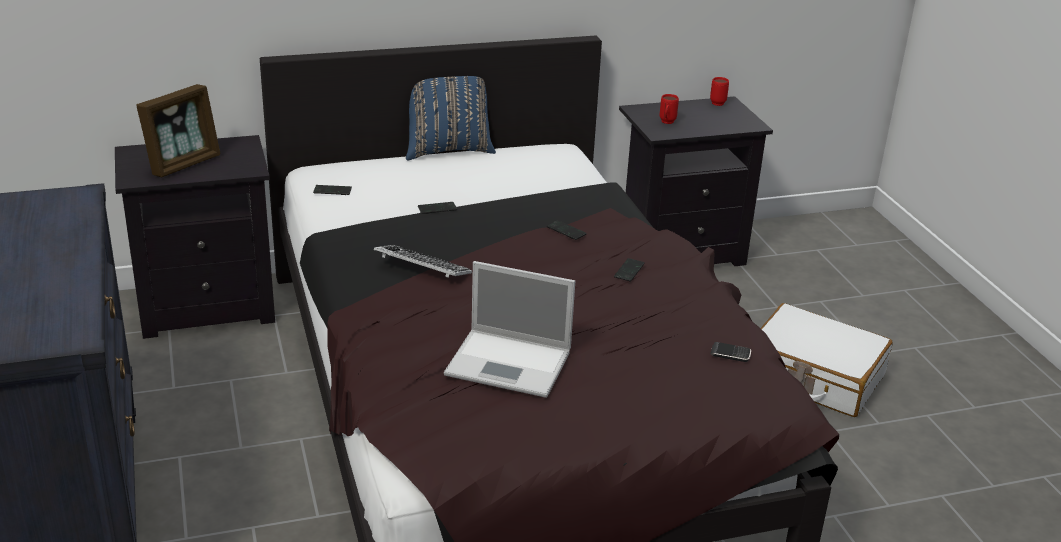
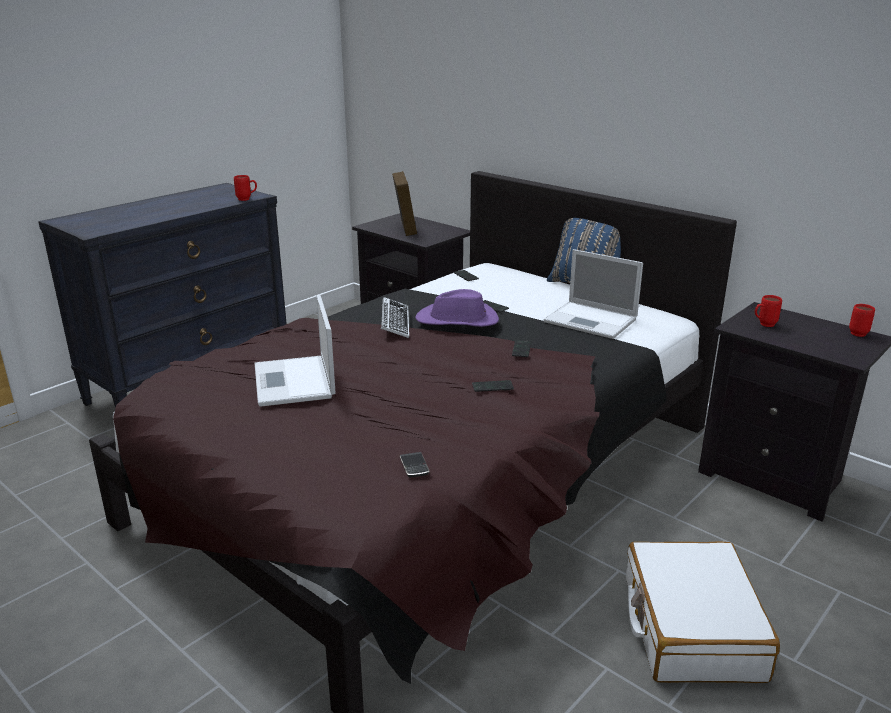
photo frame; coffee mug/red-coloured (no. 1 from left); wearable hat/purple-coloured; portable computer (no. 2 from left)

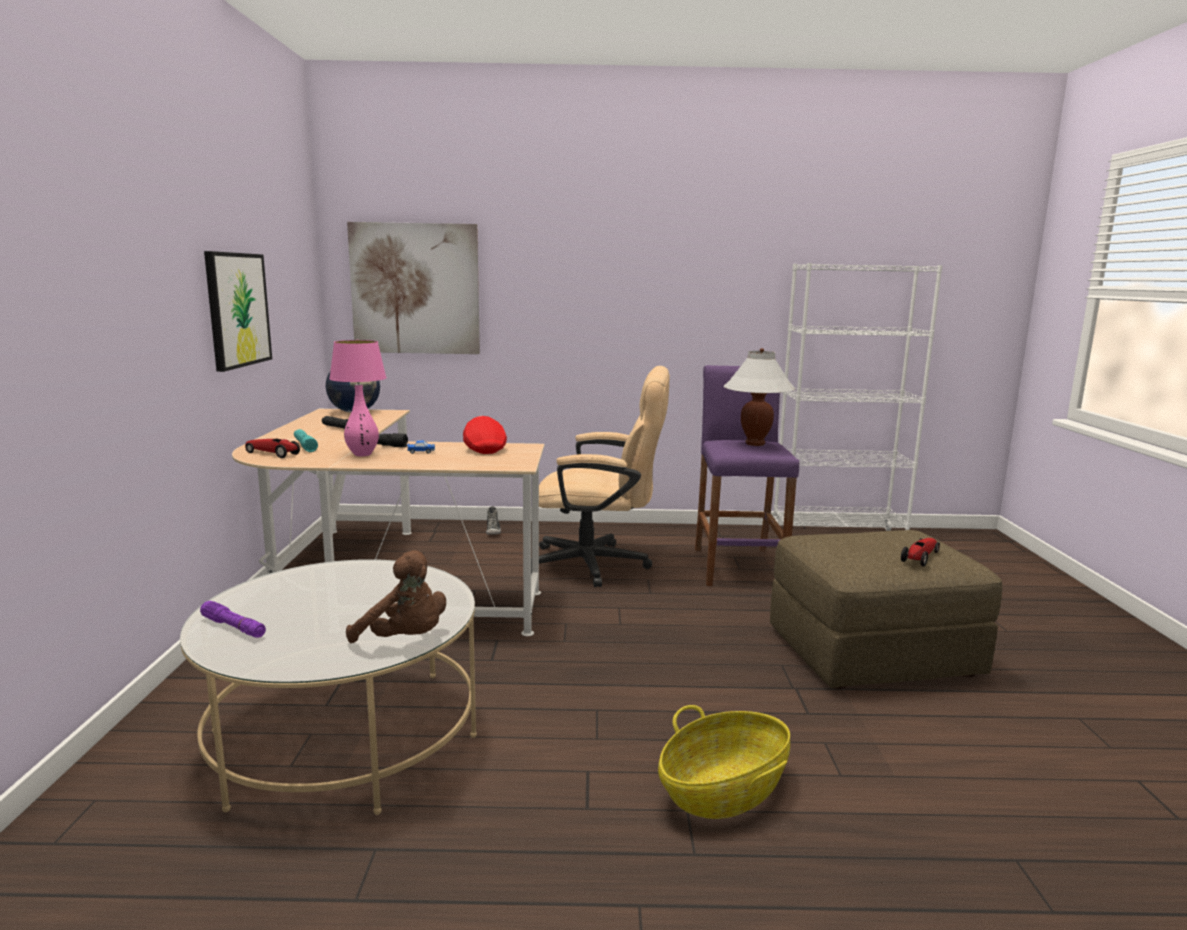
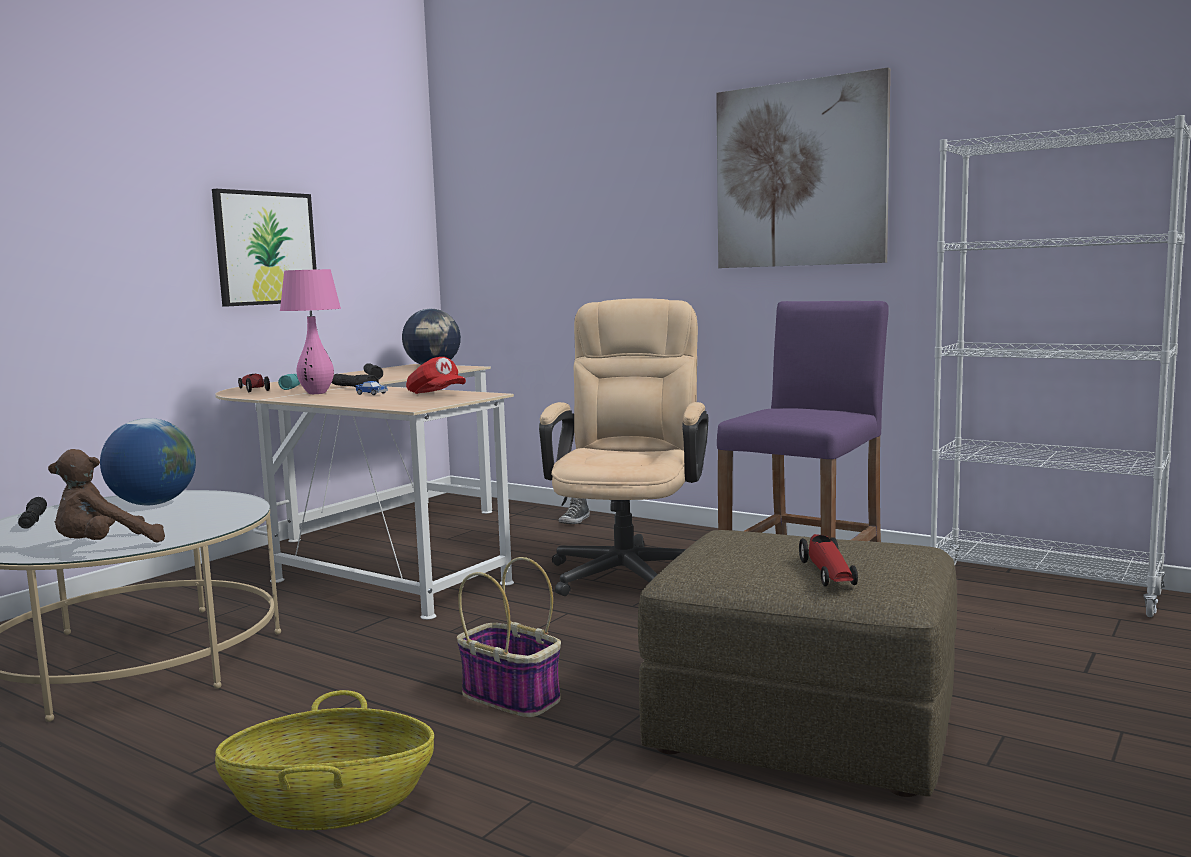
flashlight/black (no. 1 from left); plush toy/brown; picture (no. 2 from left); peaked cap/red-coloured; office chair/beige-coloured; table lamp/white; toy car (no. 3 from left); globe (no. 1 from left); basket (no. 2 from left)

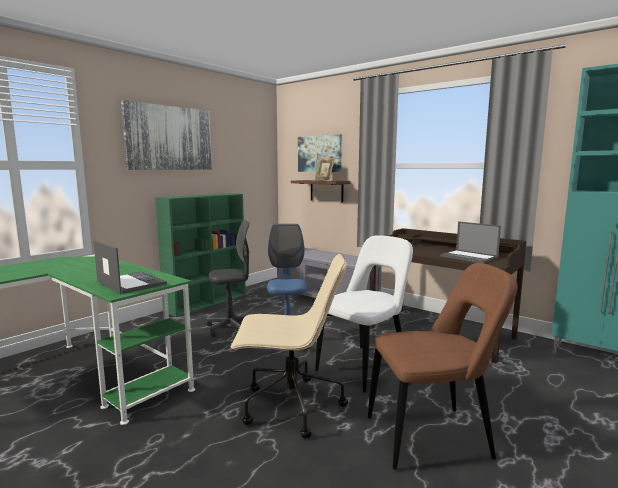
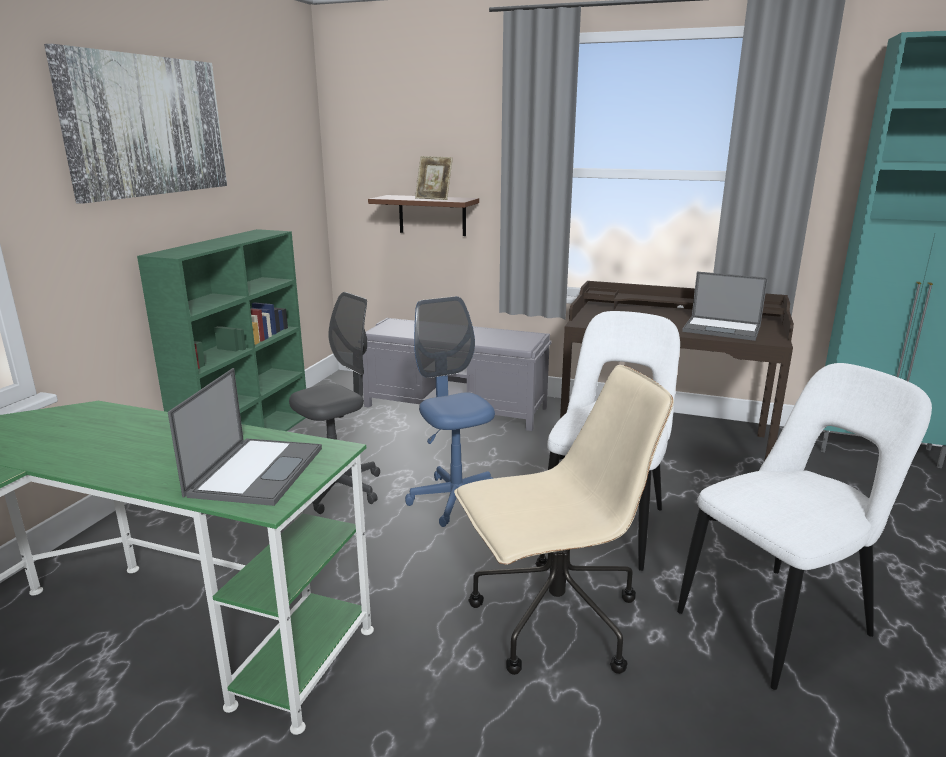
portable computer (no. 1 from left); picture (no. 2 from left in the first image); chair/white (no. 2 from left)

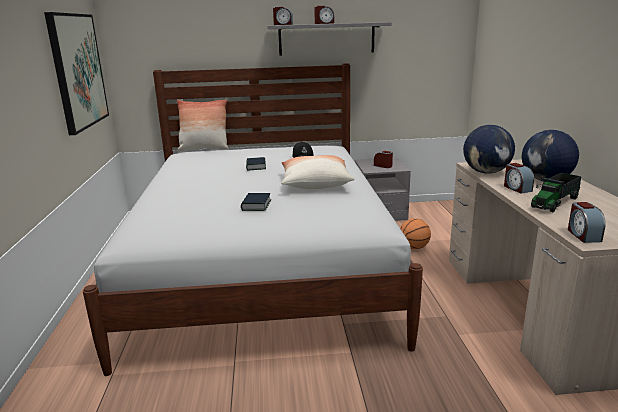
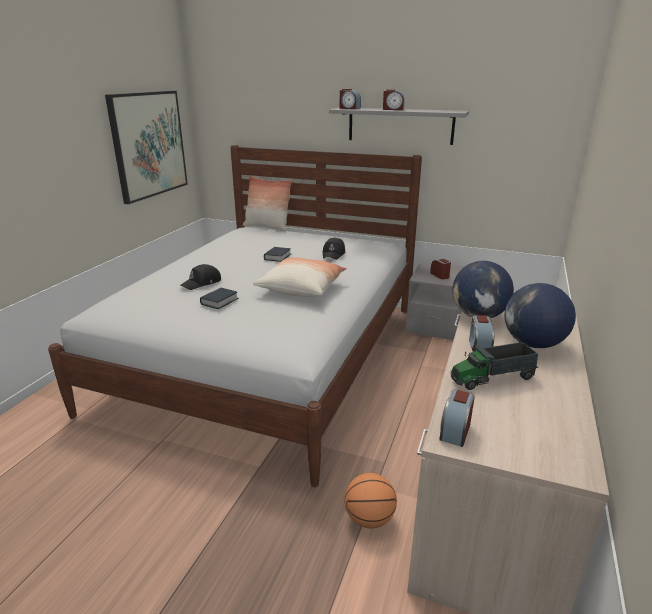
basketball; peaked cap/black (no. 1 from left)

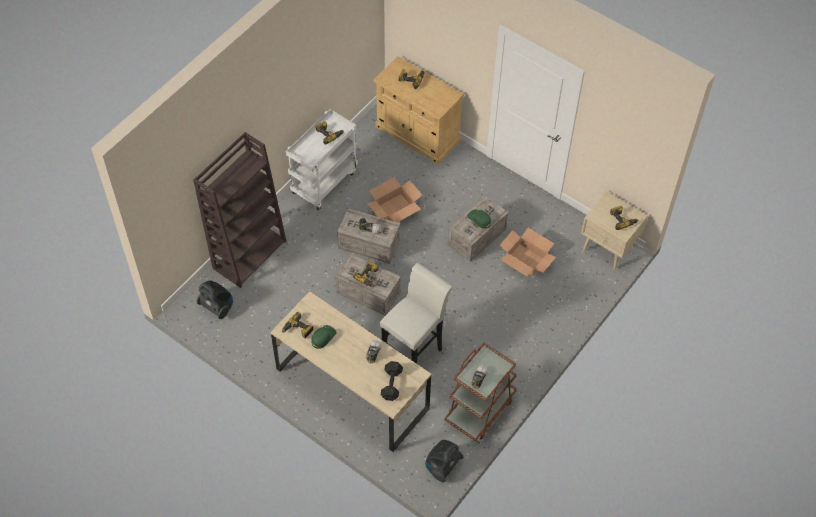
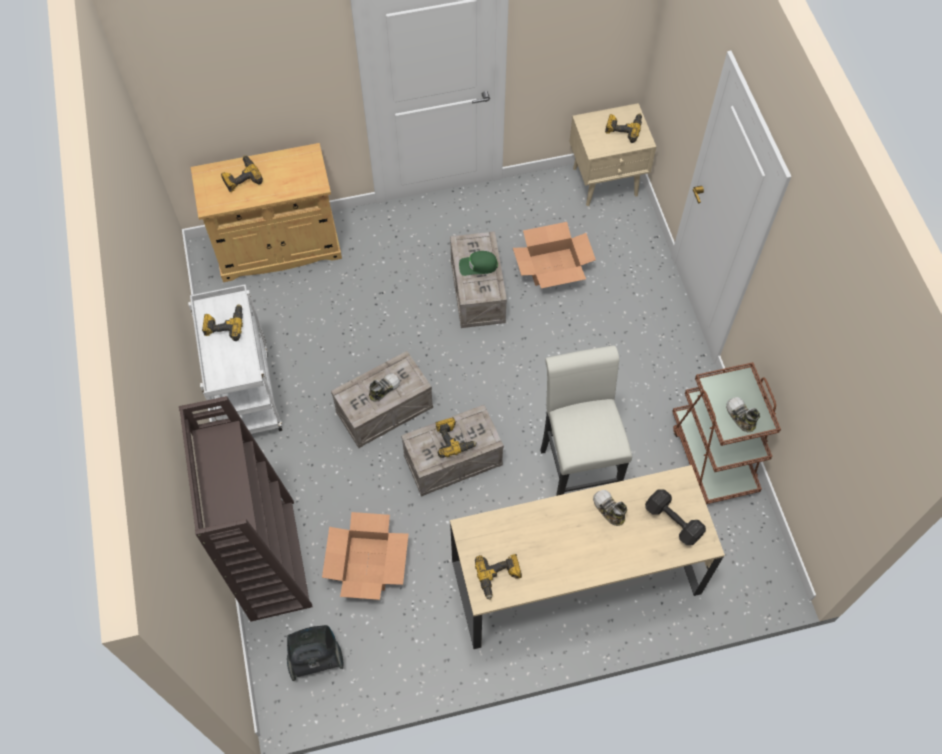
peaked cap/greenish (no. 1 from left in the first image); packing box (no. 1 from left); vacuum (no. 2 from left in the first image)

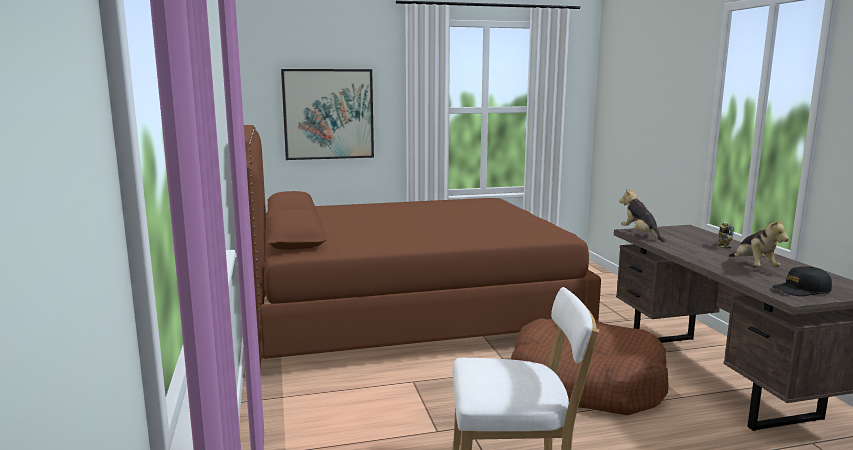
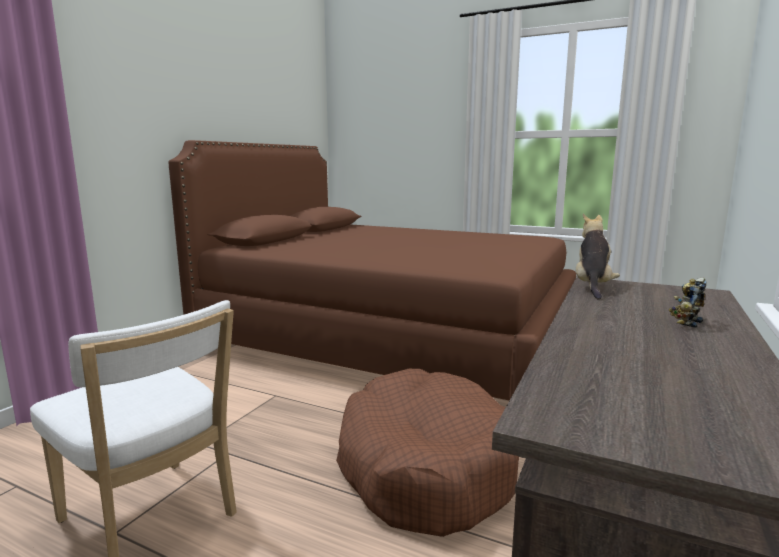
picture; plush toy (no. 2 from left in the first image); peaked cap/black

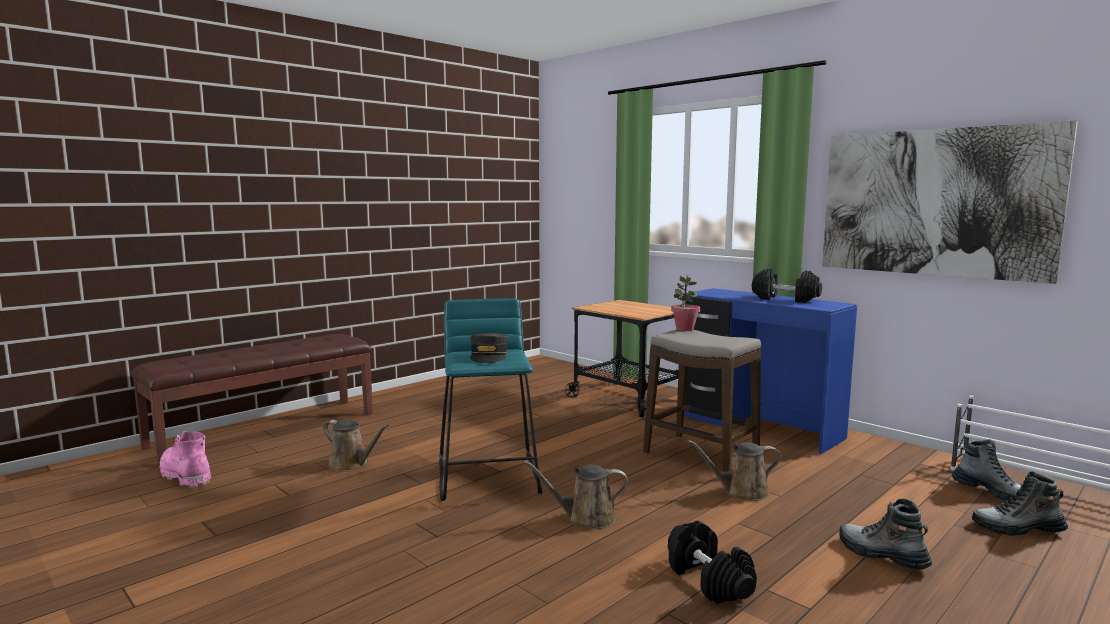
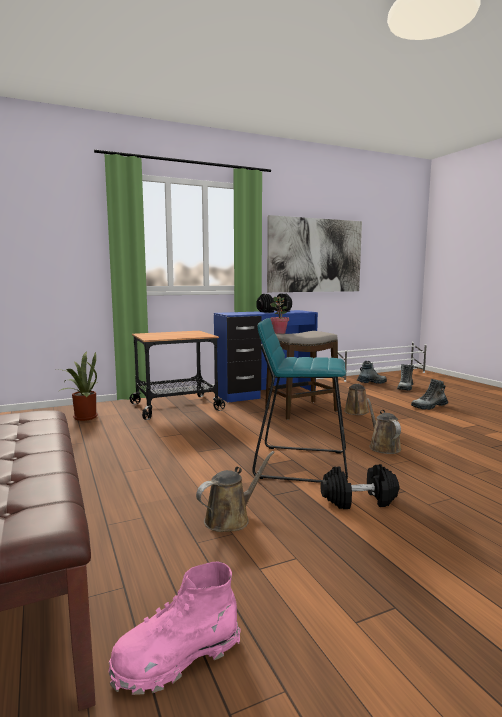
peaked cap/greyish; sprinkling can/brown (no. 3 from left); hand weight/black (no. 2 from left); potted plant (no. 1 from left)

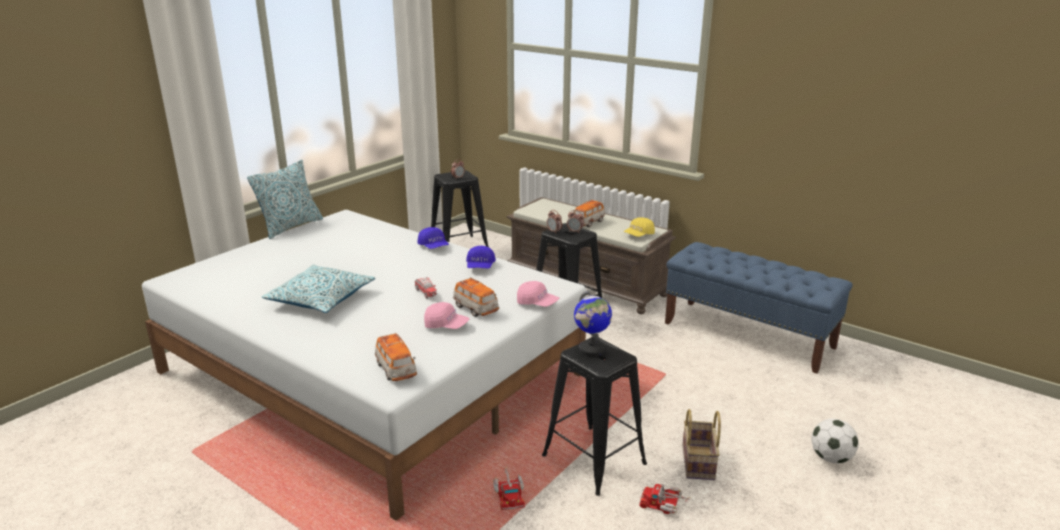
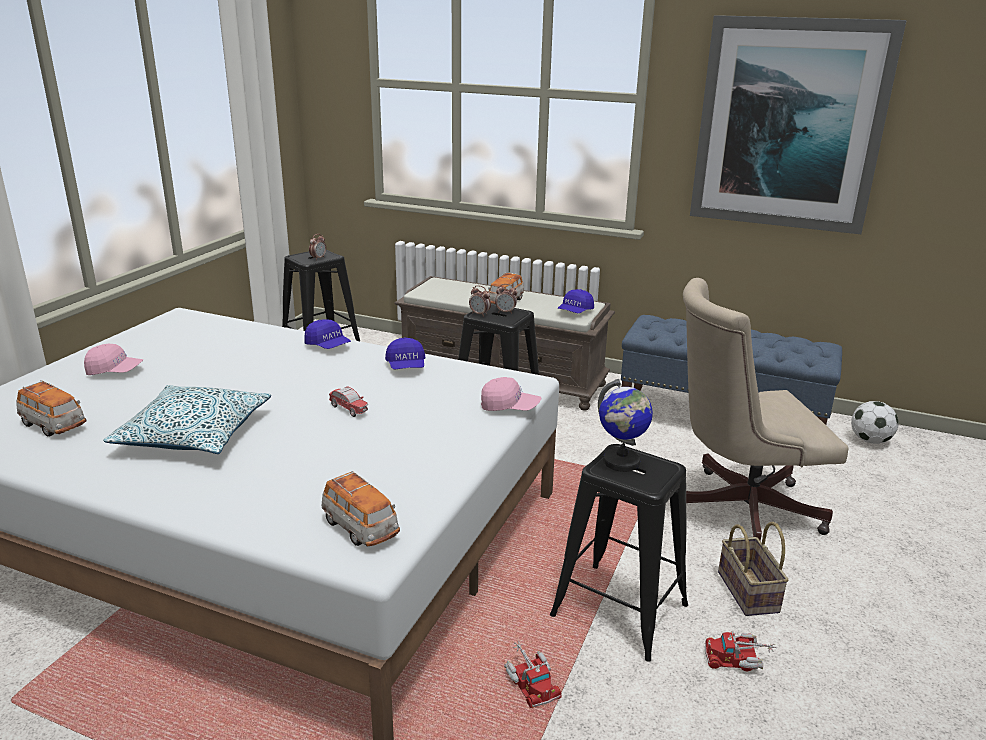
throw pillow (no. 1 from left in the first image); peaked cap/pink (no. 1 from left); toy car (no. 1 from left); peaked cap/blue-coloured (no. 3 from left); football ball; office chair/beige-coloured; picture

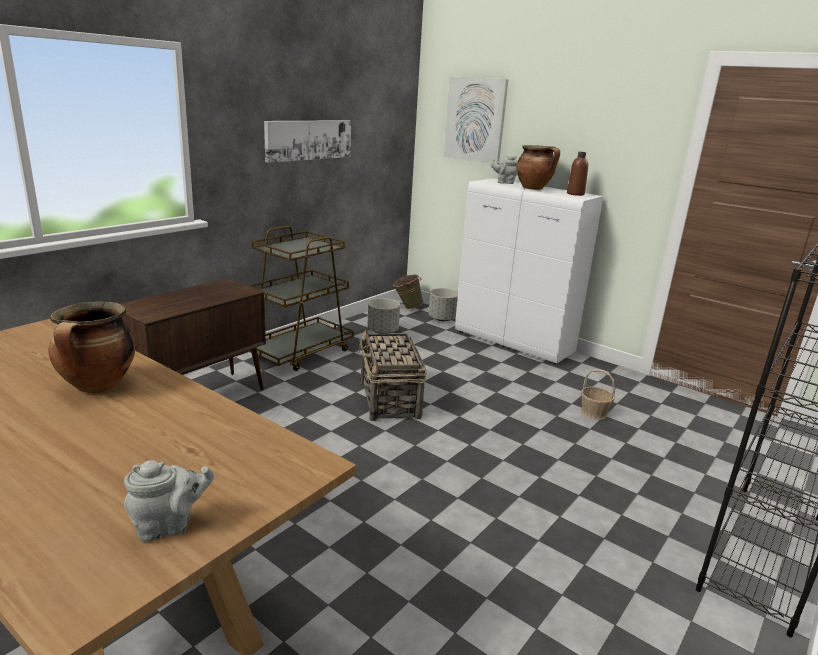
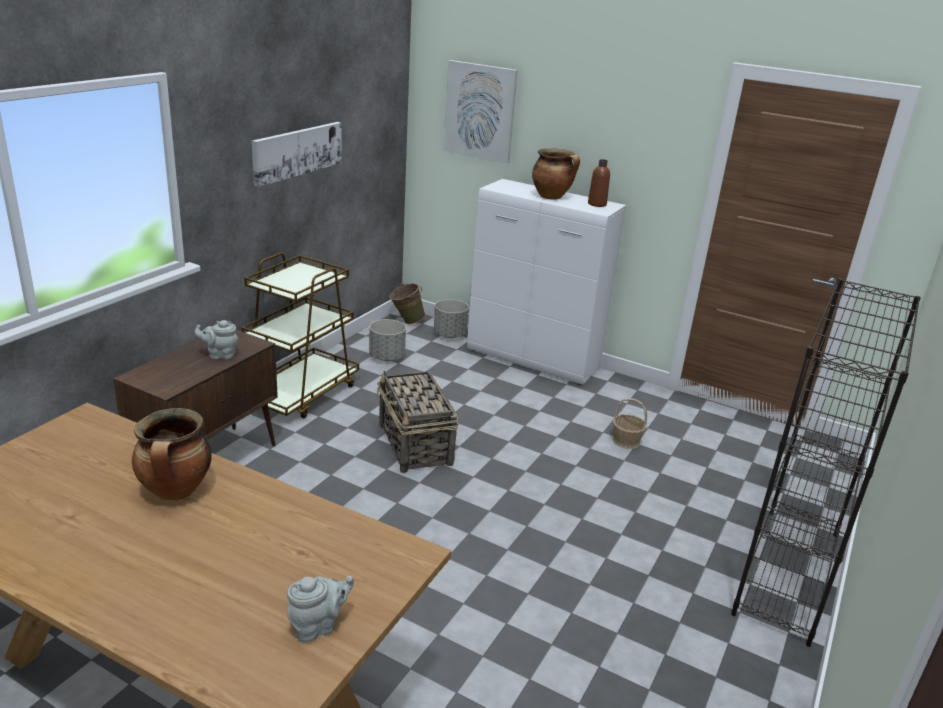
teapot/greyish (no. 1 from left)

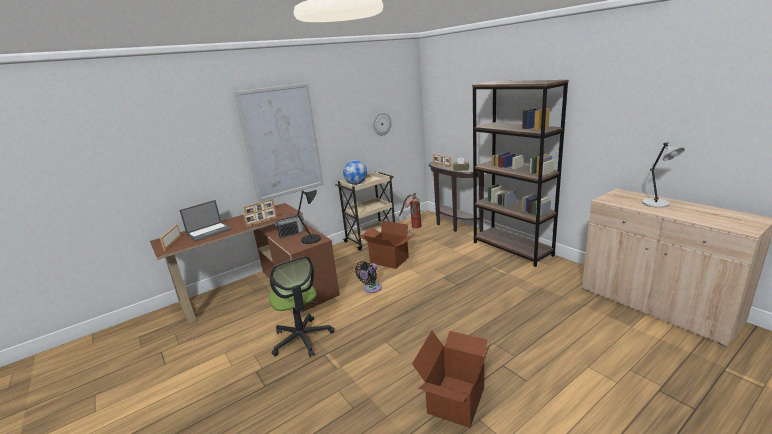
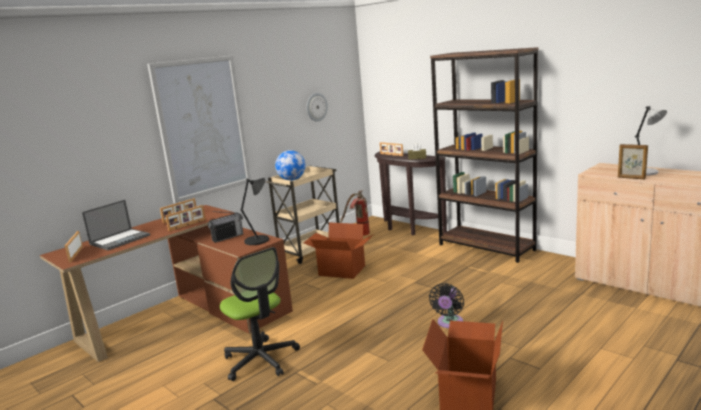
fan/black; photo frame (no. 5 from left)

